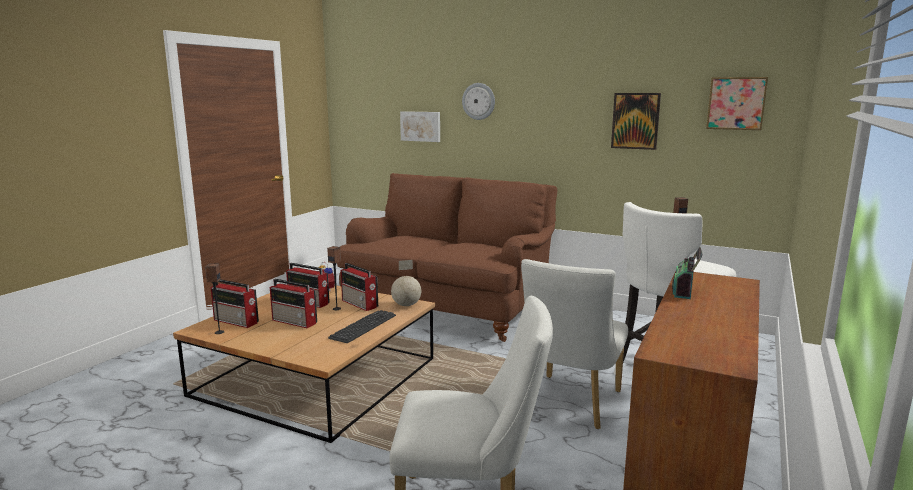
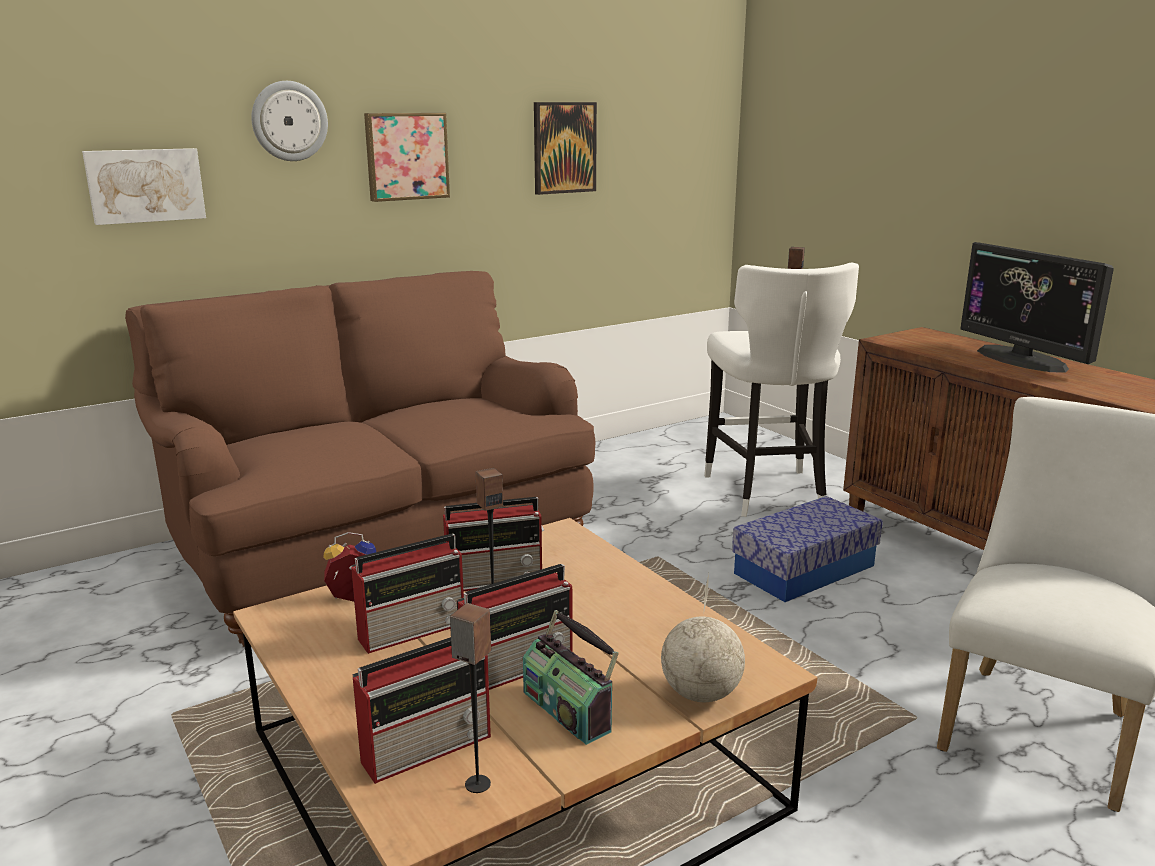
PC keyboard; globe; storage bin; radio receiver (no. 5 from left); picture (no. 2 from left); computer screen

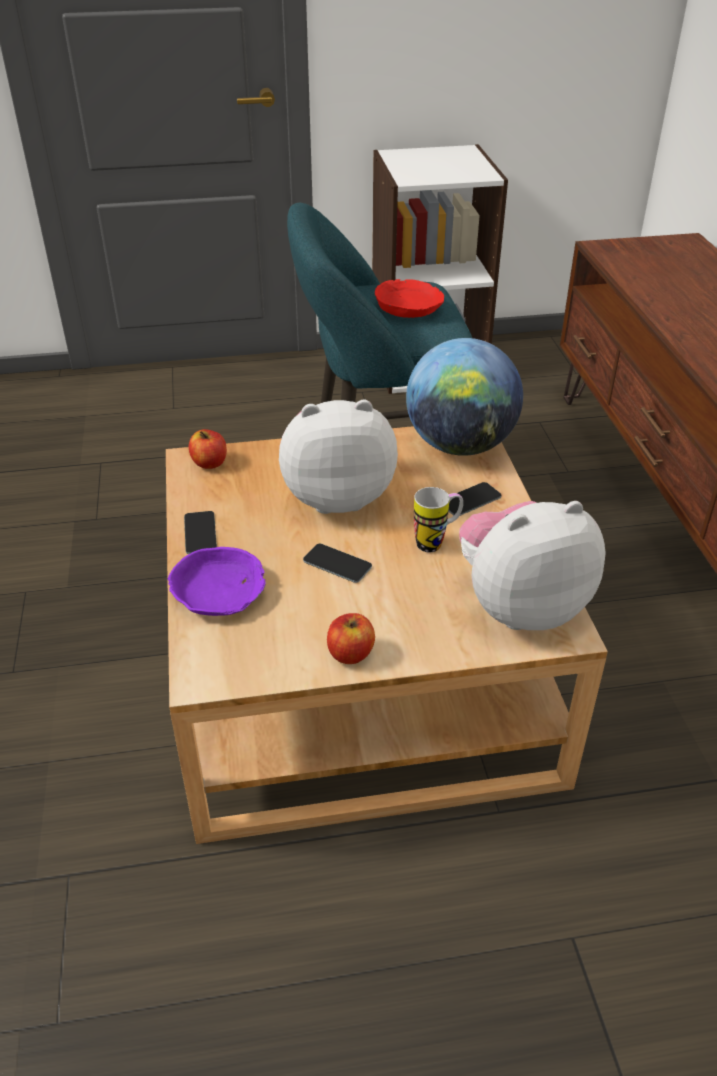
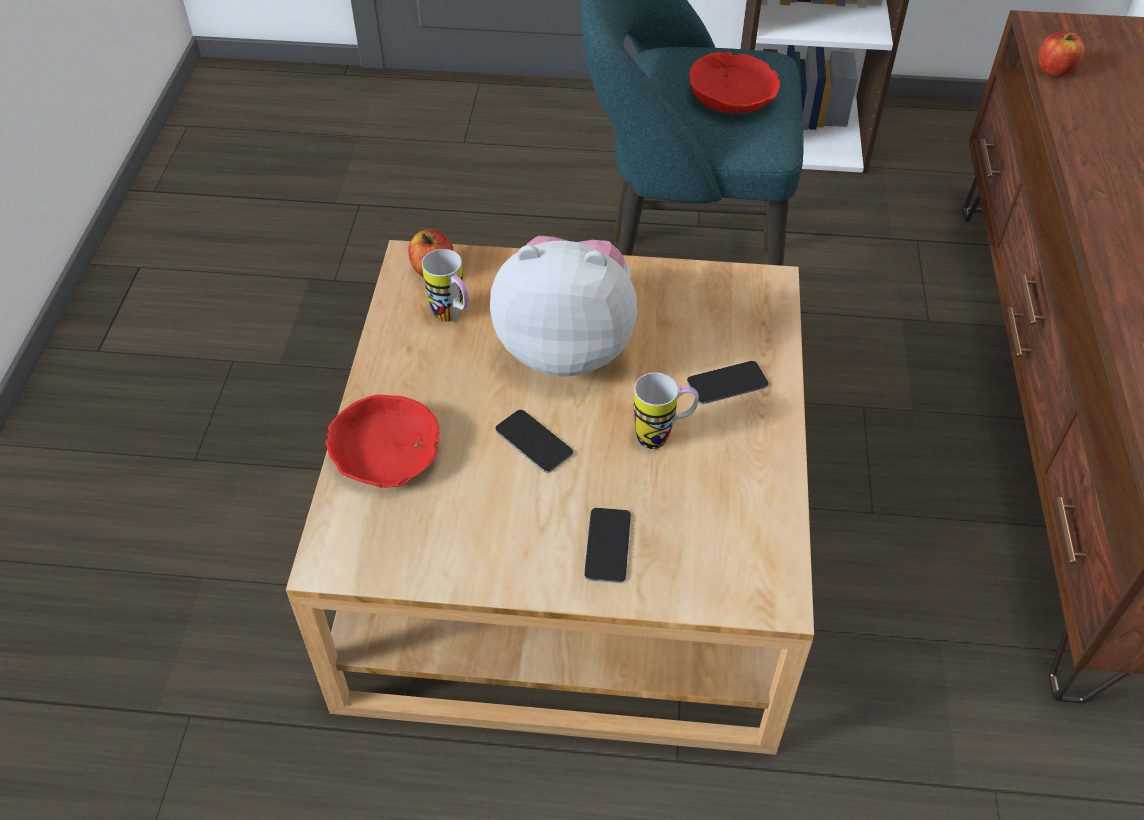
deep dish/red-coloured (no. 1 from left); handset (no. 2 from left); apple (no. 2 from left); globe; plush toy (no. 2 from left in the first image); coffee mug (no. 1 from left)

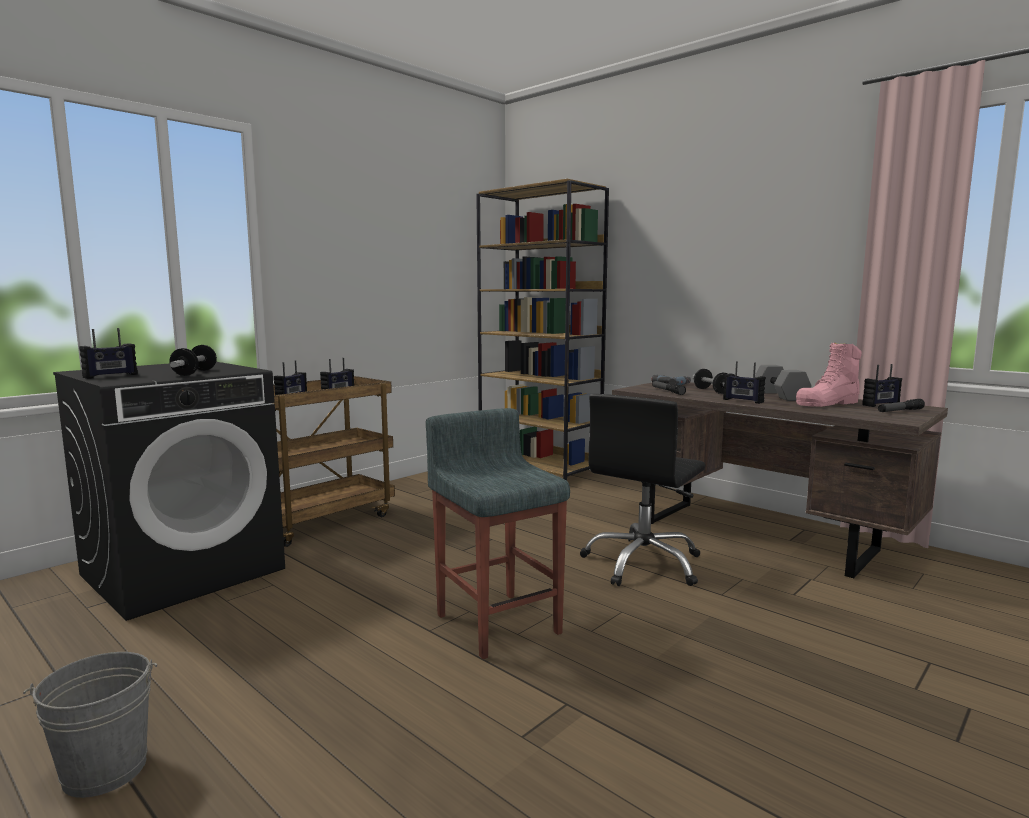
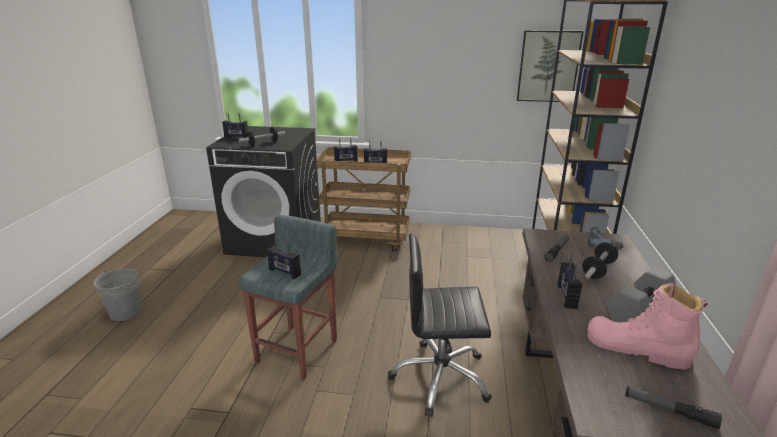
radio receiver (no. 2 from left); picture

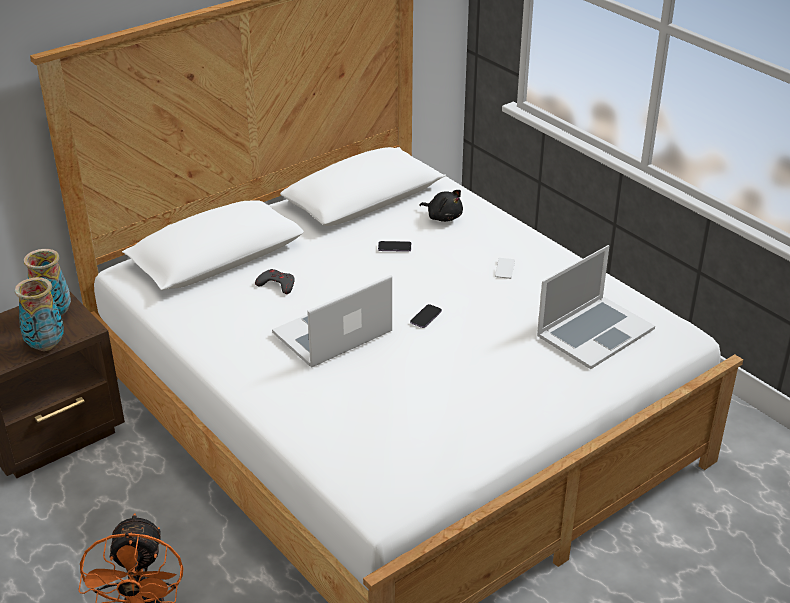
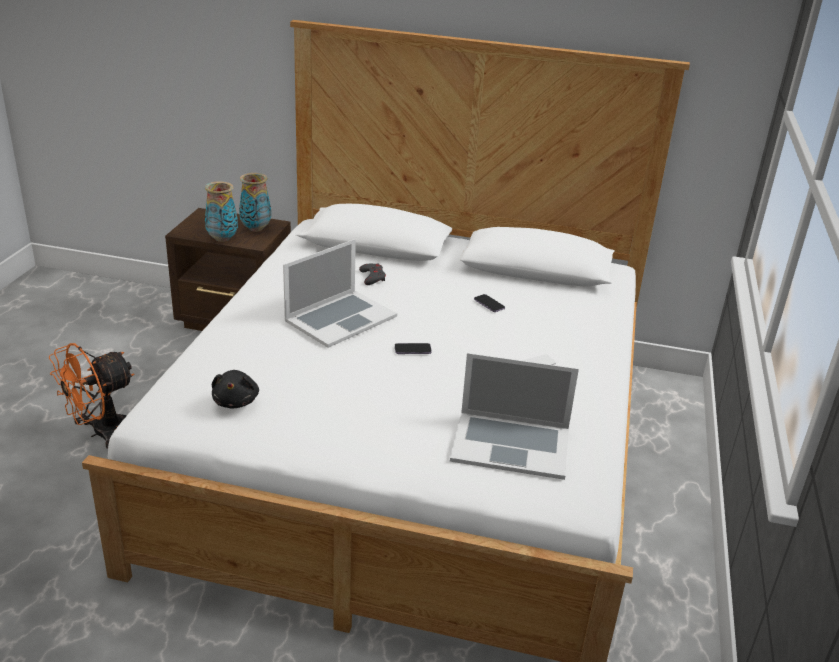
portable computer (no. 1 from left); plush toy/black

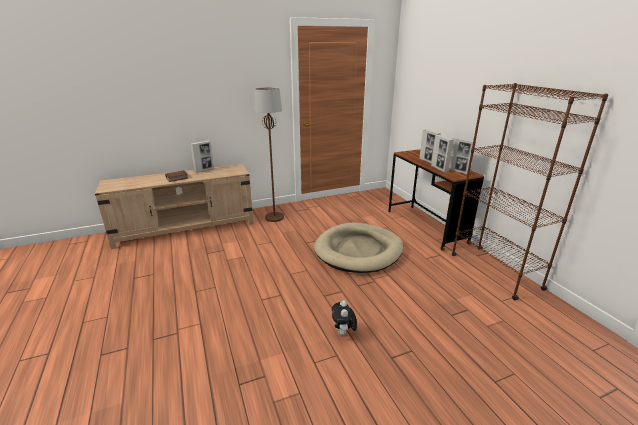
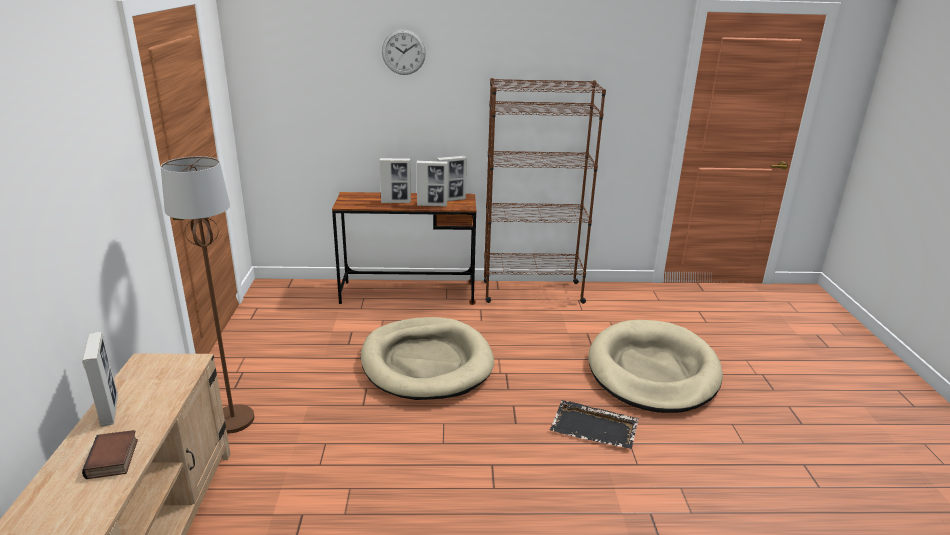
carrying tray/black; clock on the wall; dog bed/beige-coloured (no. 2 from left)

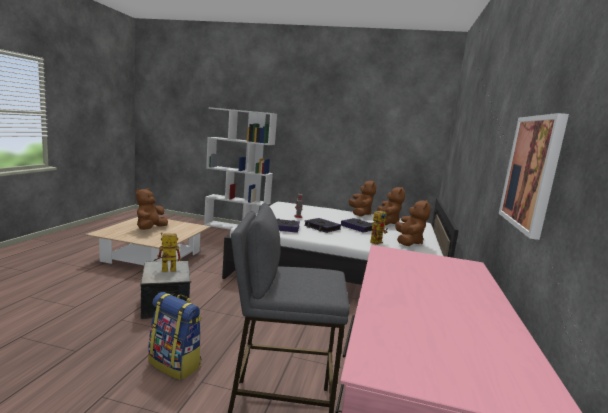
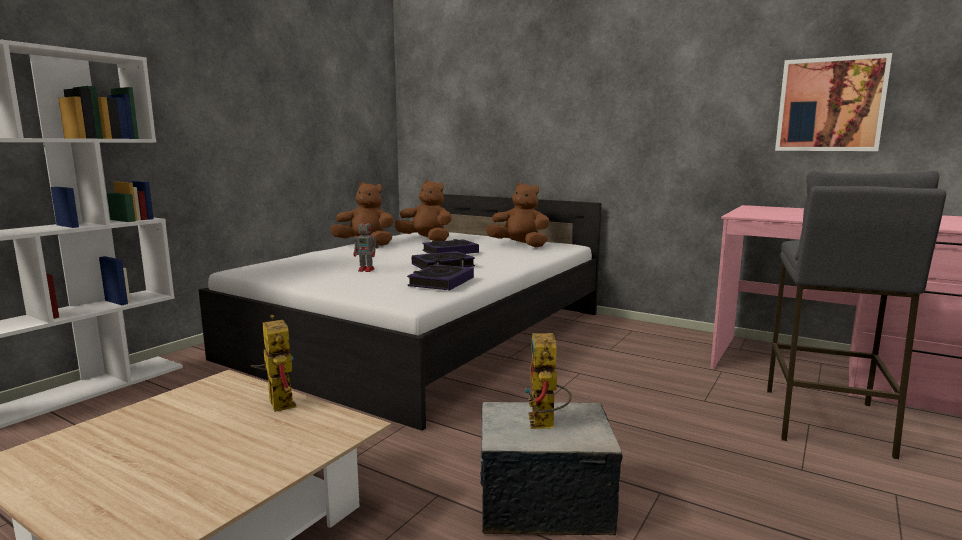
plush toy/brown (no. 1 from left in the first image); knapsack; robot figure (no. 1 from left)

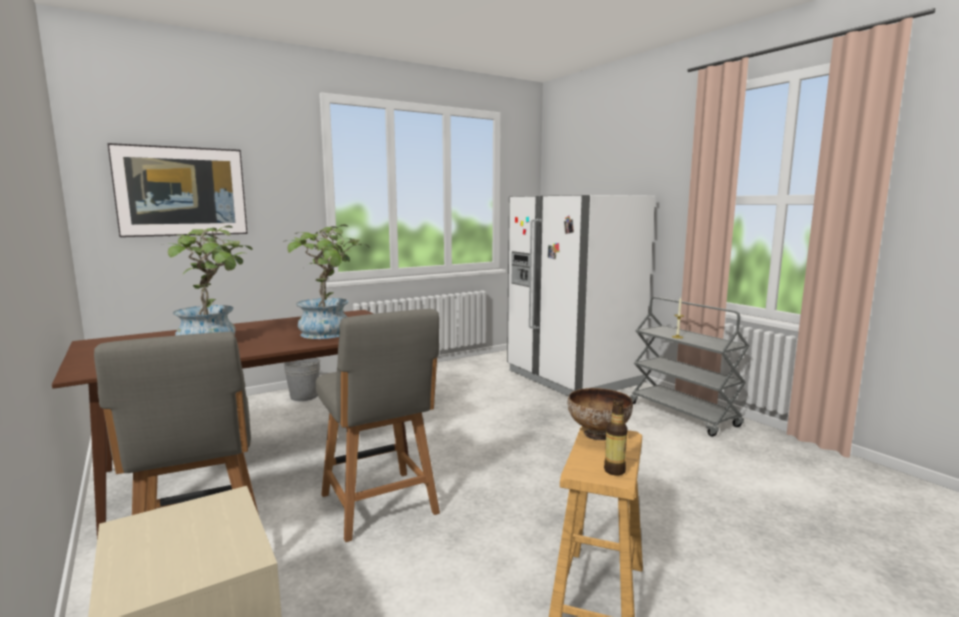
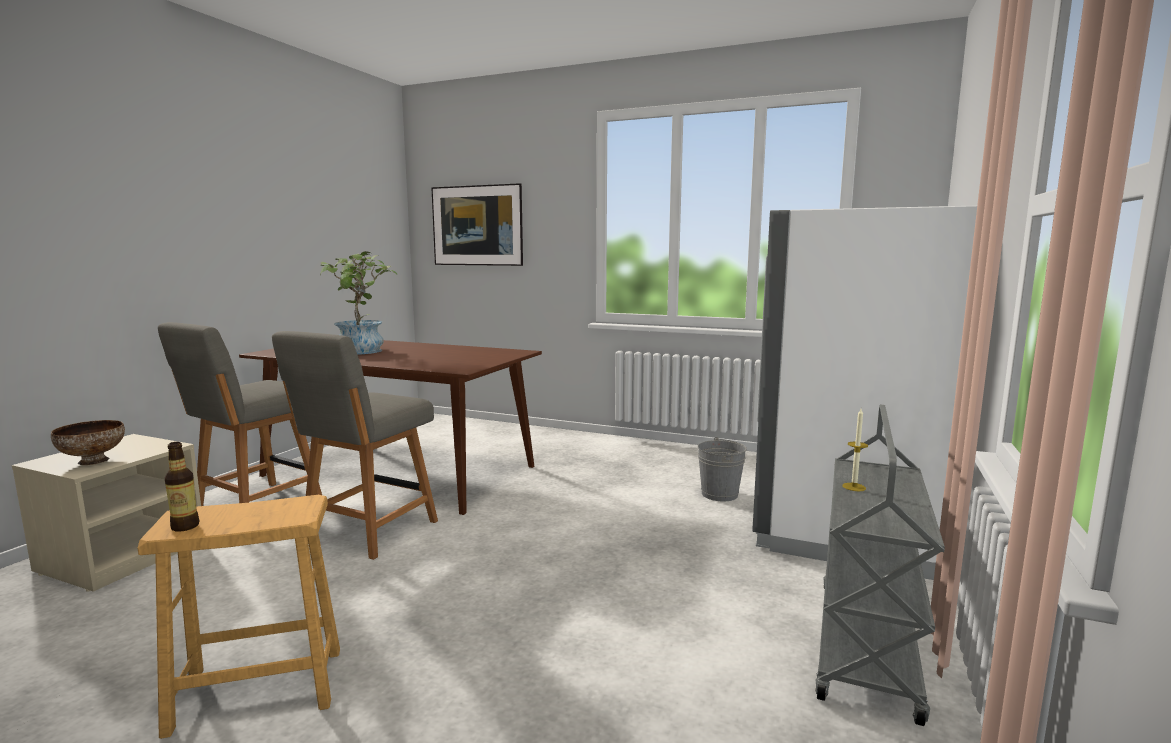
potted plant (no. 2 from left in the first image); pail/greyish; deep dish

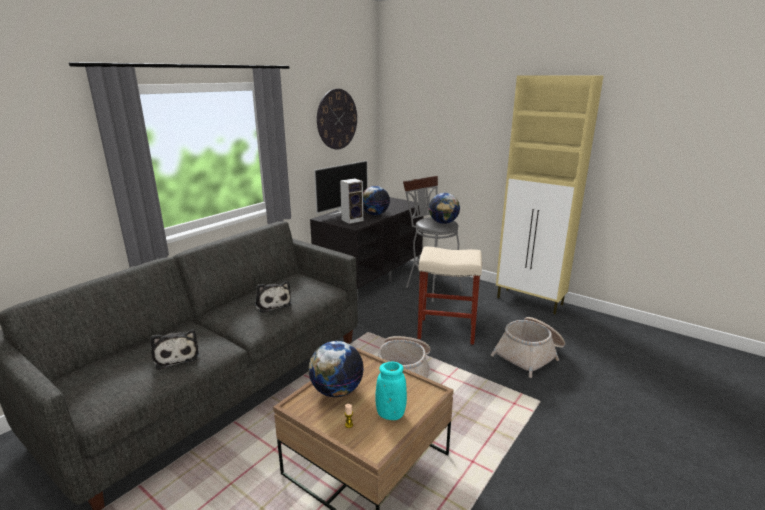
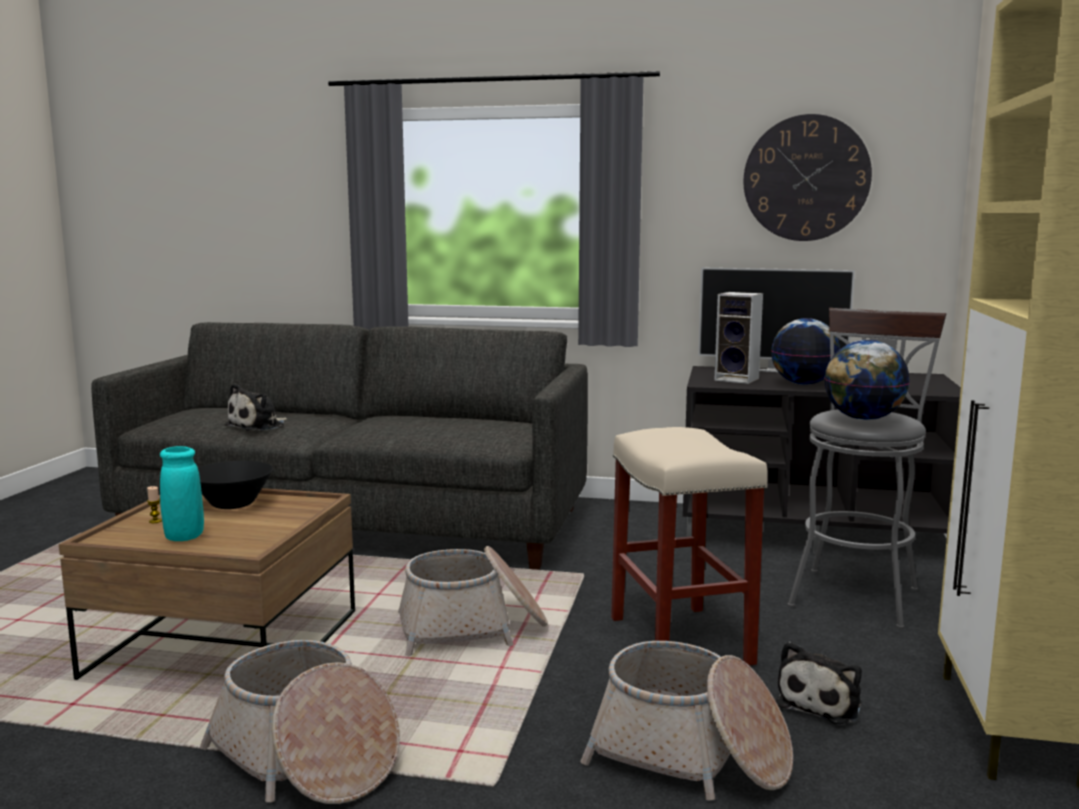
plush toy (no. 2 from left); deep dish/black; basket (no. 1 from left)

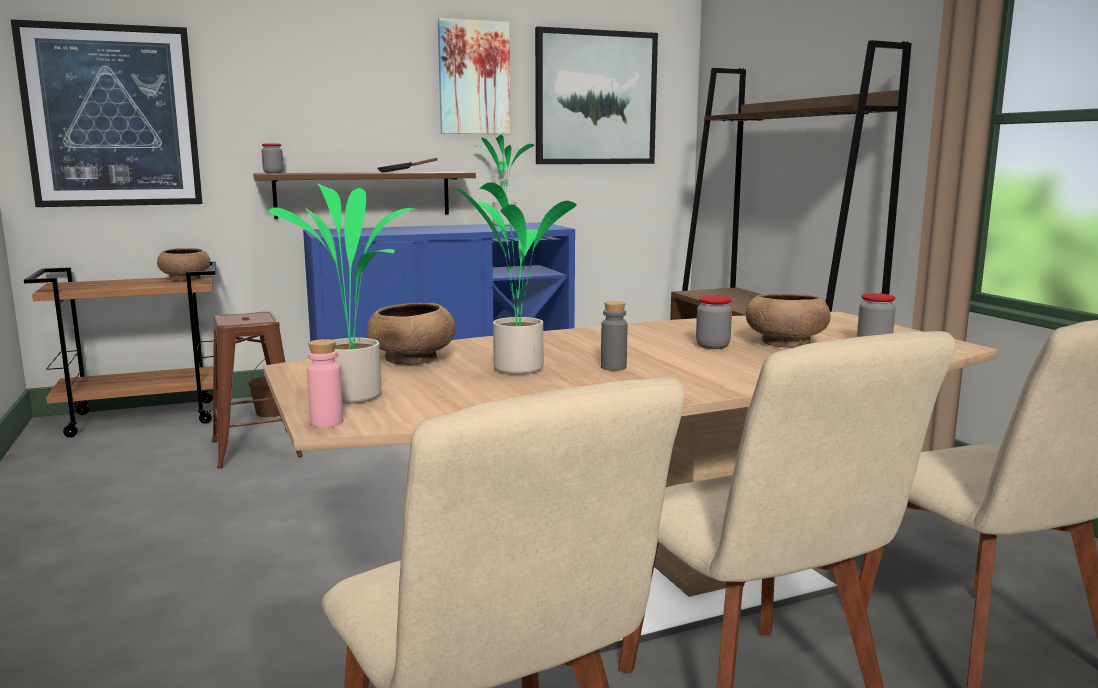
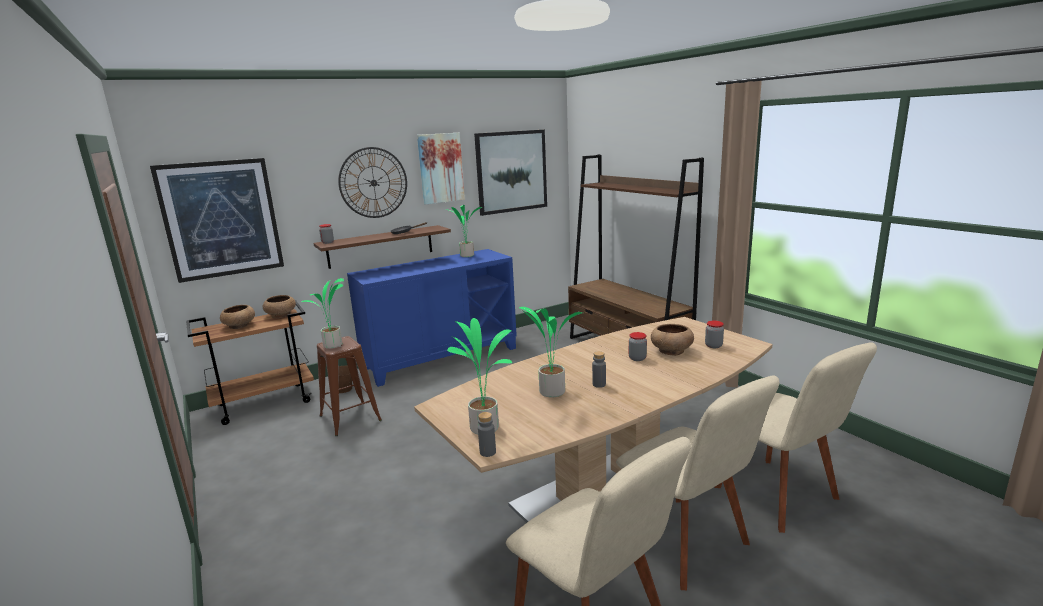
bottle/greyish (no. 1 from left); deep dish/brown (no. 1 from left); potted plant (no. 1 from left); clock on the wall

